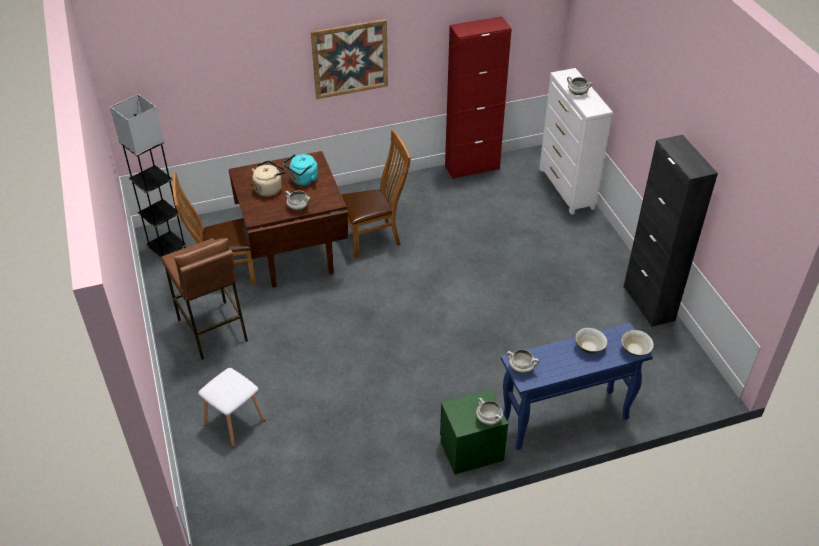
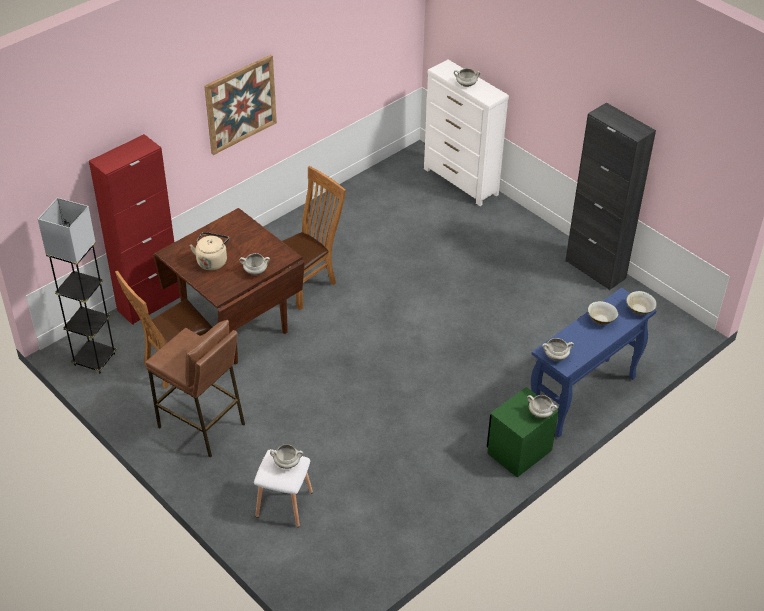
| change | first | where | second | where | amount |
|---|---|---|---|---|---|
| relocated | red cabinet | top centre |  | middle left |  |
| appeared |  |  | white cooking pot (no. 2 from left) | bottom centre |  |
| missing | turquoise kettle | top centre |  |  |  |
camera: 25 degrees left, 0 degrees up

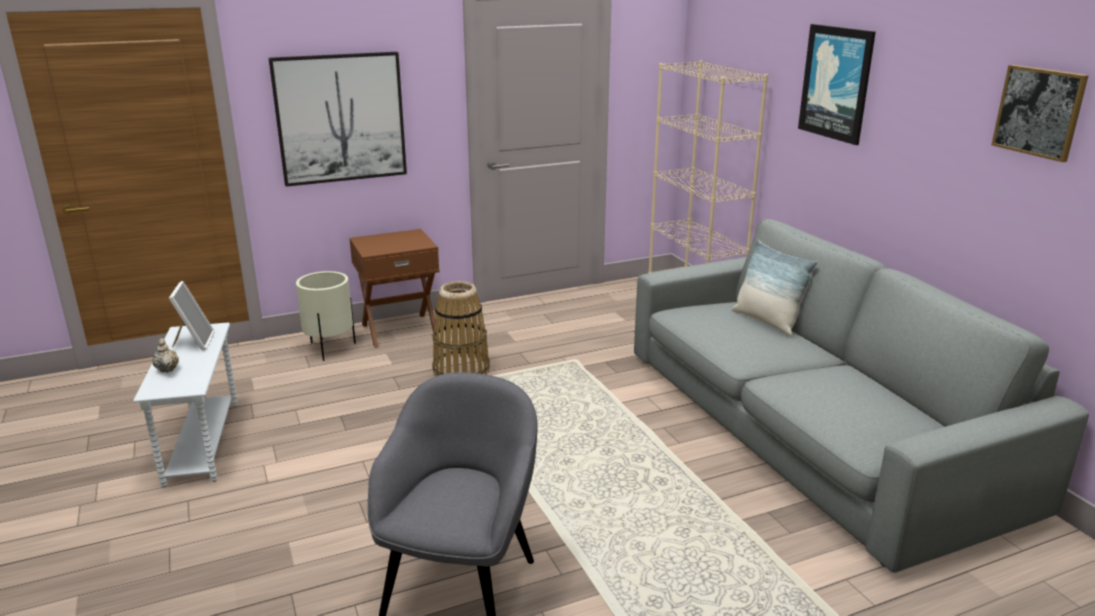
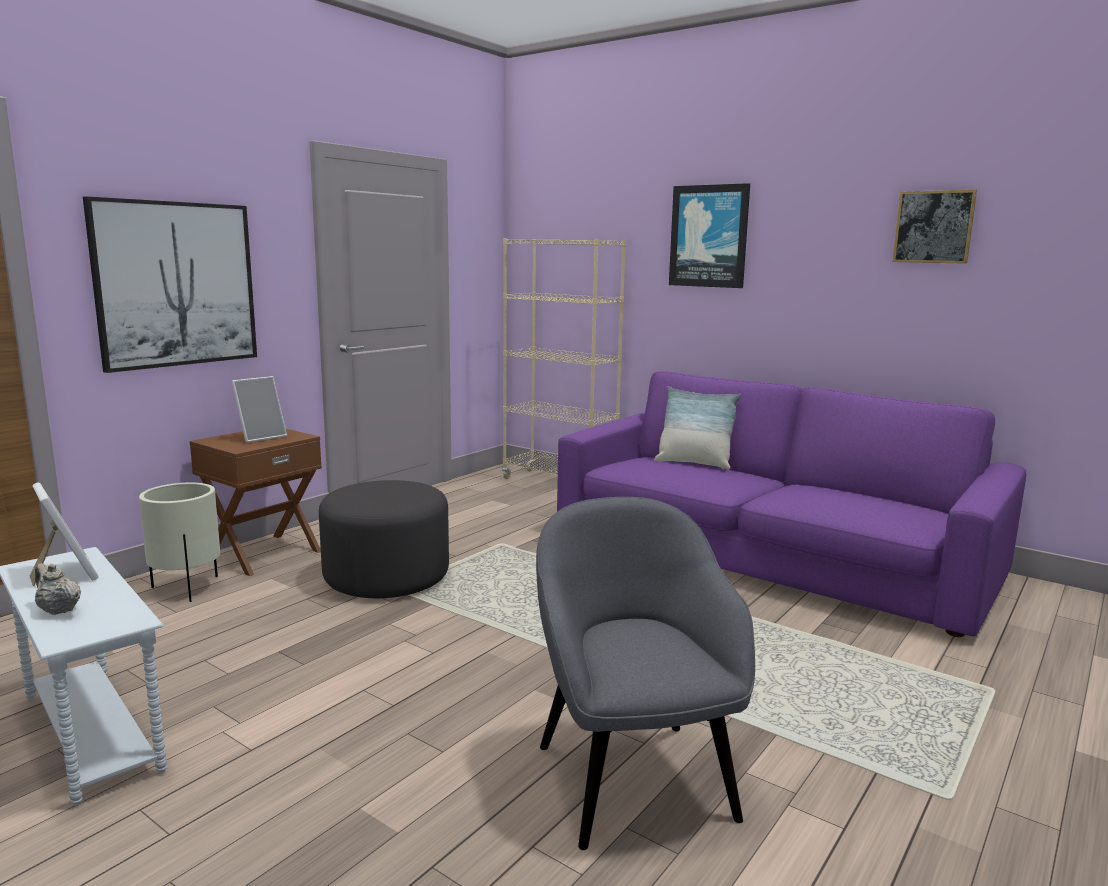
| change | first | where | second | where | amount |
|---|---|---|---|---|---|
| appeared |  |  | picture frame (no. 2 from left) | middle left |  |
| exchanged | basket | centre | grey ottoman | centre |  |
| colour | grey sofa | middle right | purple sofa | middle right |  |
camera: 30 degrees left, 10 degrees down

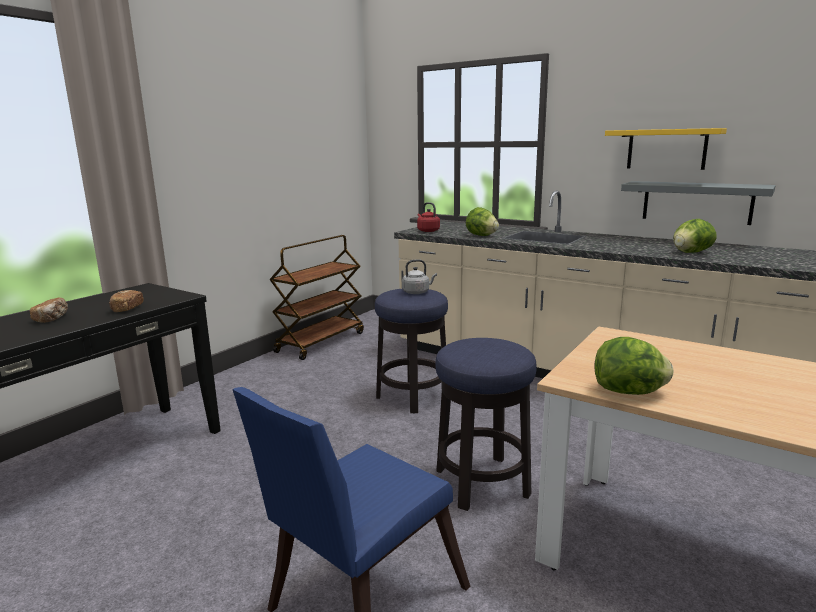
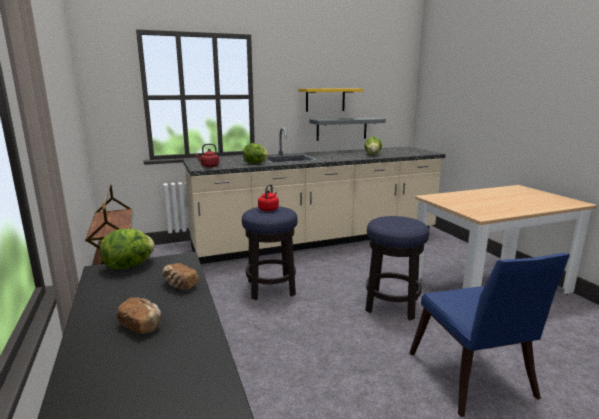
| change | first | where | second | where | amount |
|---|---|---|---|---|---|
| relocated | lettuce (no. 2 from left in the first image) | middle right | lettuce (no. 1 from left) | middle left |  |
| colour | grey kettle | centre | red kettle (no. 2 from left) | centre |  |
camera: 55 degrees left, 0 degrees up

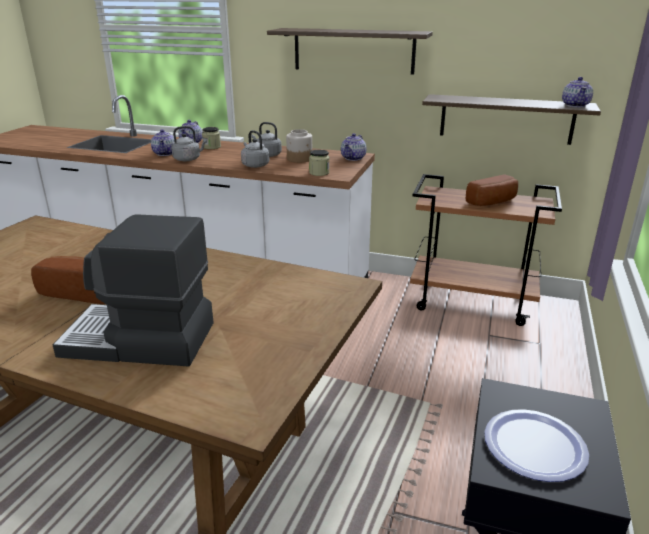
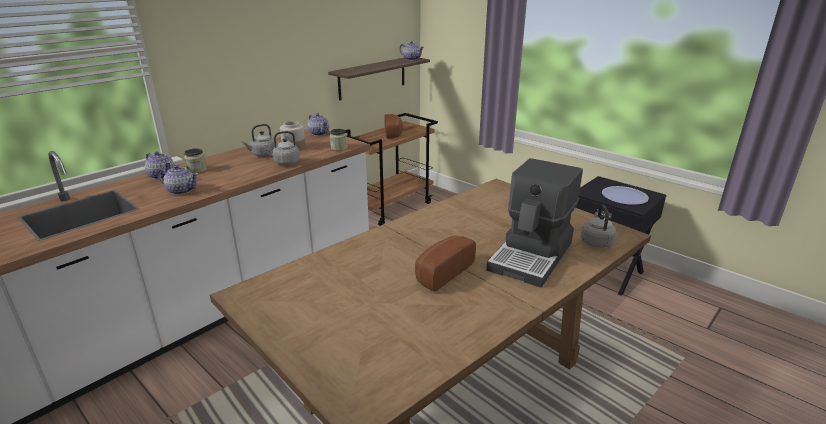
| change | first | where | second | where | amount |
|---|---|---|---|---|---|
| relocated | grey kettle (no. 1 from left in the first image) | top left | grey kettle (no. 3 from left) | middle right |  |
| missing | shelf (no. 1 from left) | top centre |  |  |  |
camera: 65 degrees left, 0 degrees up

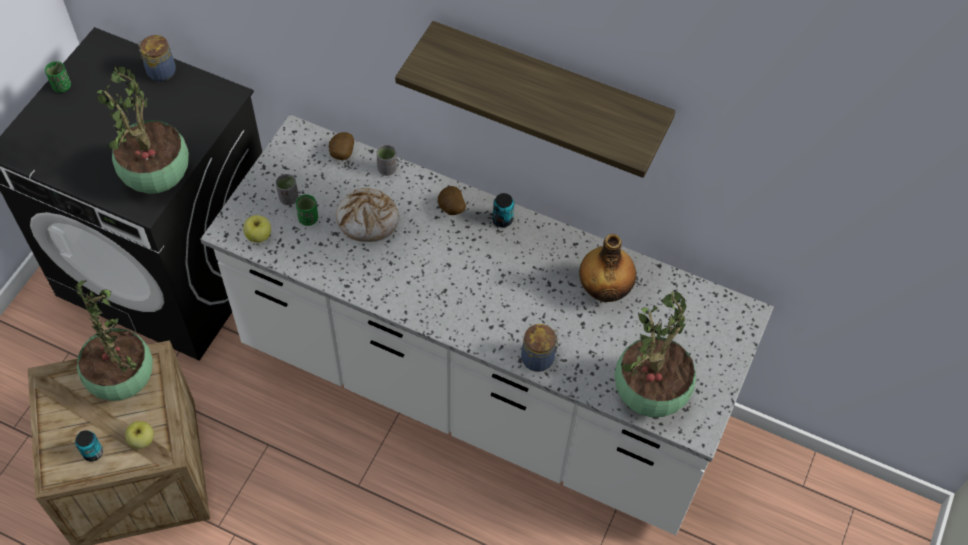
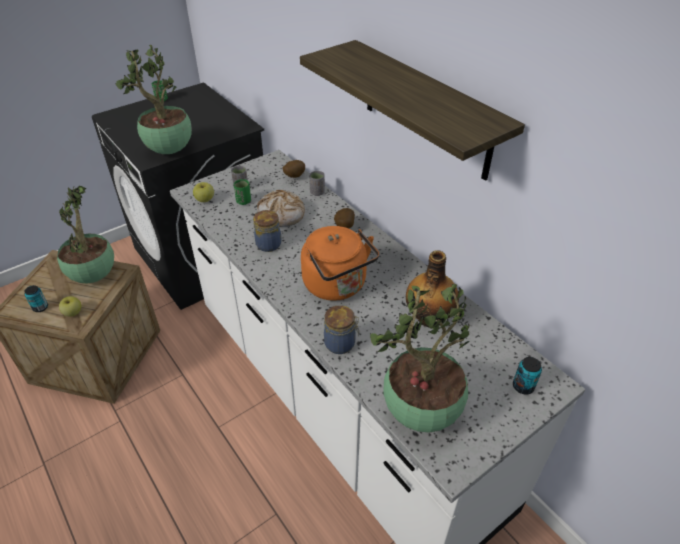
| change | first | where | second | where | amount |
|---|---|---|---|---|---|
| relocated | jar (no. 1 from left) | top left |  | centre |  |
| appeared |  |  | orange kettle | centre |  |
| relocated | can (no. 2 from left) | centre |  | bottom right |  |
camera: 30 degrees right, 15 degrees down

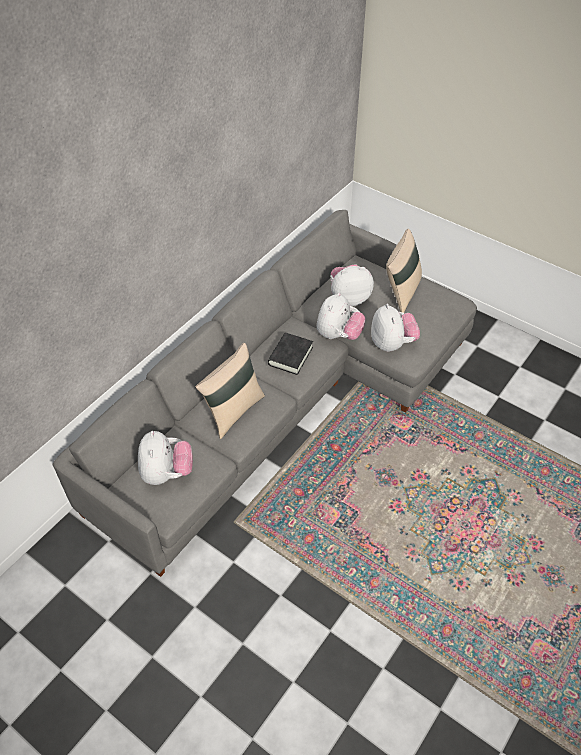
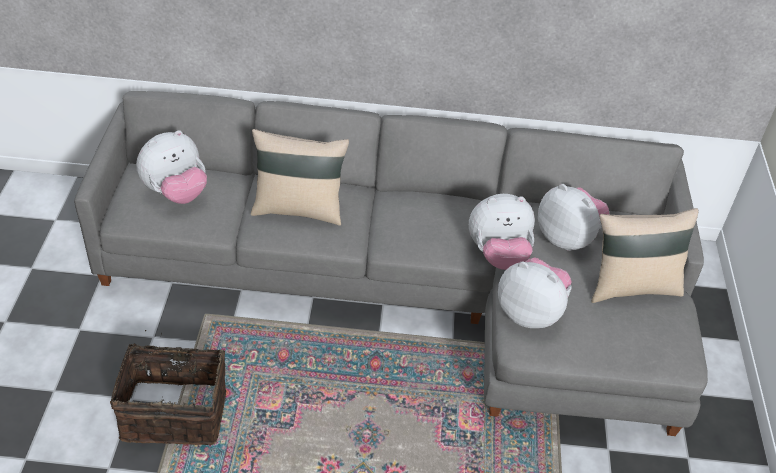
| change | first | where | second | where | amount |
|---|---|---|---|---|---|
| appeared |  |  | basket | bottom left |  |
| spun | plush toy (no. 4 from left in the first image) | middle right | plush toy (no. 3 from left) | middle right | 105 degrees counterclockwise |
| missing | black book | centre |  |  |  |
camera: 55 degrees right, 5 degrees down

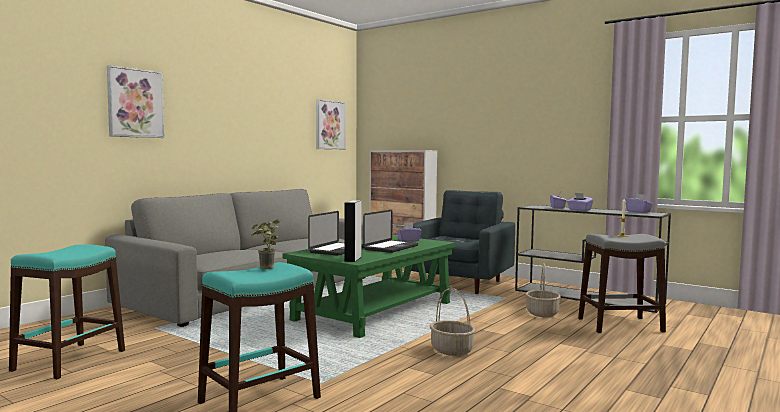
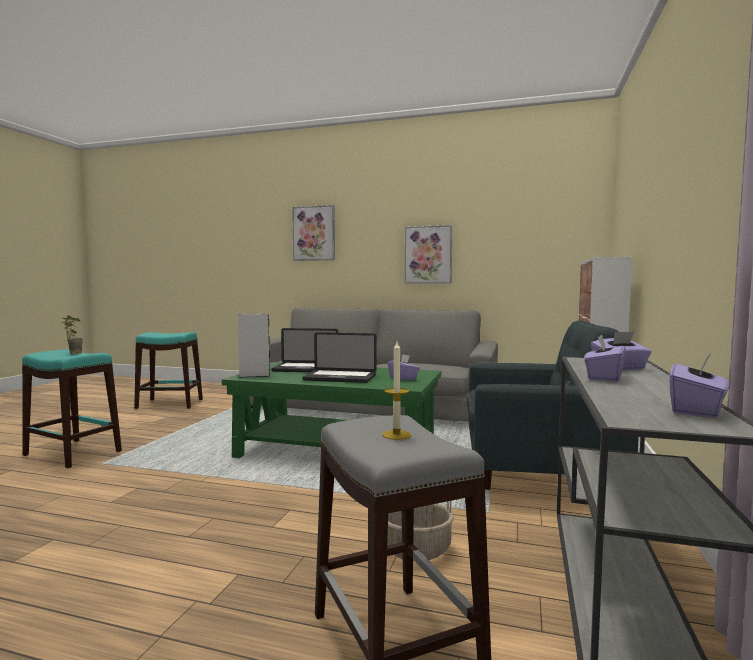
| change | first | where | second | where | amount |
|---|---|---|---|---|---|
| relocated | picture (no. 2 from left) | top centre |  | centre |  |
| missing | basket (no. 1 from left) | bottom centre |  |  |  |
camera: 70 degrees right, 0 degrees up

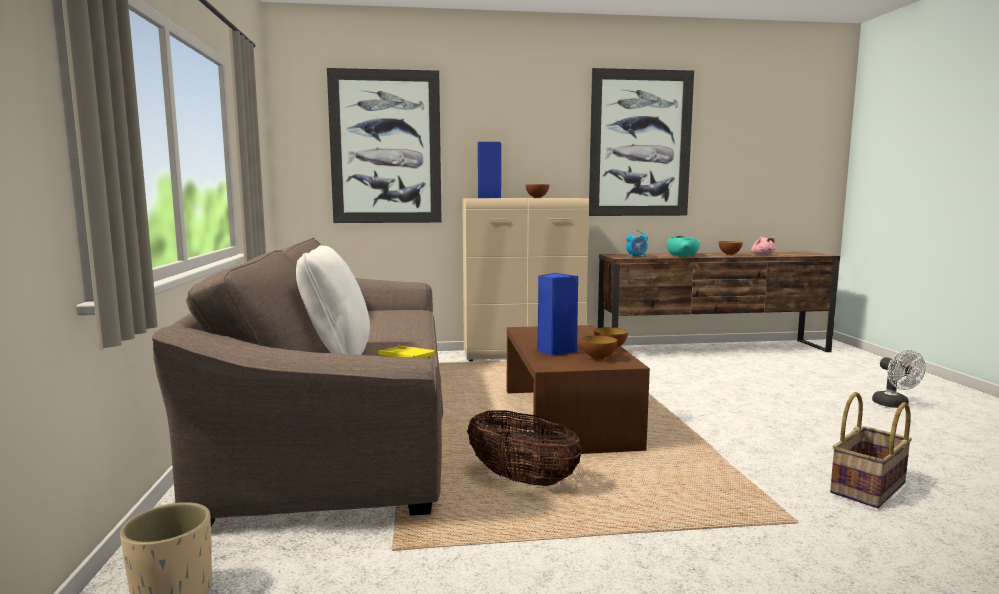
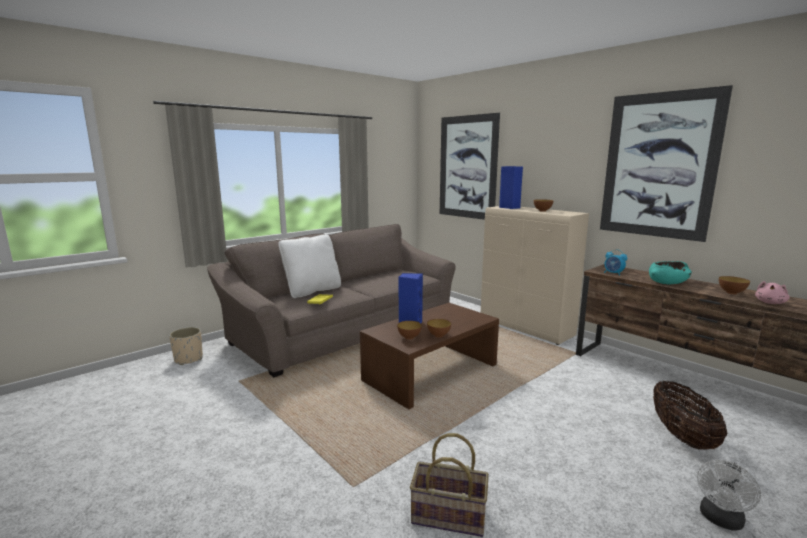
| change | first | where | second | where | amount |
|---|---|---|---|---|---|
| relocated | basket (no. 1 from left in the first image) | bottom centre | basket (no. 2 from left) | bottom right |  |
camera: 55 degrees right, 5 degrees up

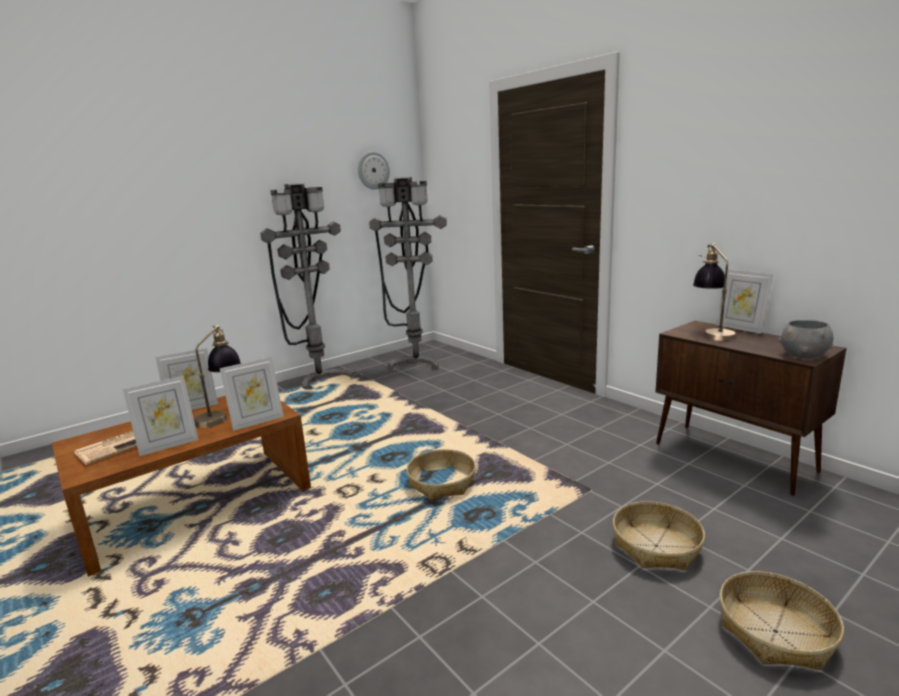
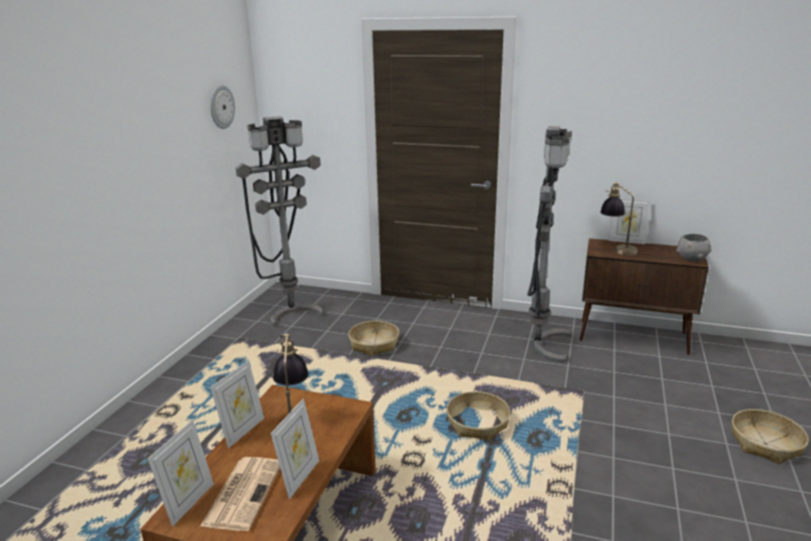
| change | first | where | second | where | amount |
|---|---|---|---|---|---|
| relocated | picture frame (no. 3 from left in the first image) | middle left | picture frame (no. 1 from left) | bottom left |  |
| relocated | basket (no. 2 from left in the first image) | bottom right | basket (no. 1 from left) | centre |  |
| relocated | grey floor lamp (no. 1 from left in the first image) | centre | grey floor lamp (no. 2 from left) | middle right |  |
camera: 35 degrees left, 5 degrees up

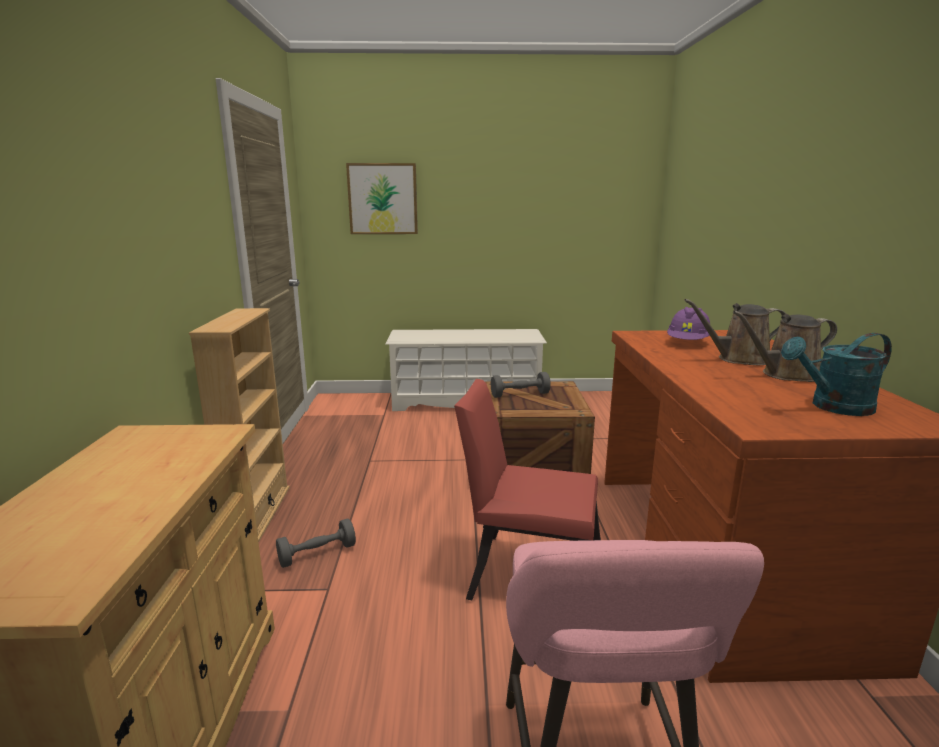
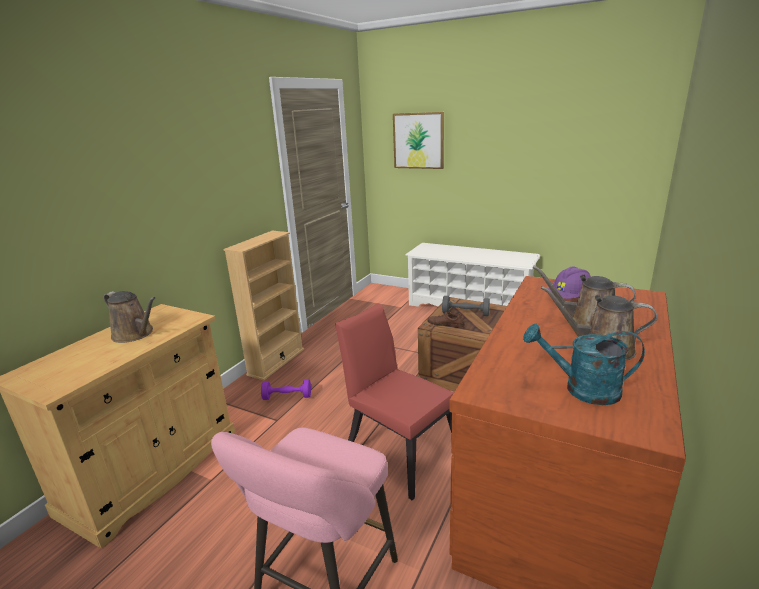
| change | first | where | second | where | amount |
|---|---|---|---|---|---|
| appeared |  |  | brown watering can (no. 1 from left) | middle left |  |
| colour | grey dumbbell (no. 1 from left) | bottom centre | purple dumbbell | centre |  |
| appeared |  |  | brown shoe | centre |  |
camera: 30 degrees right, 5 degrees up

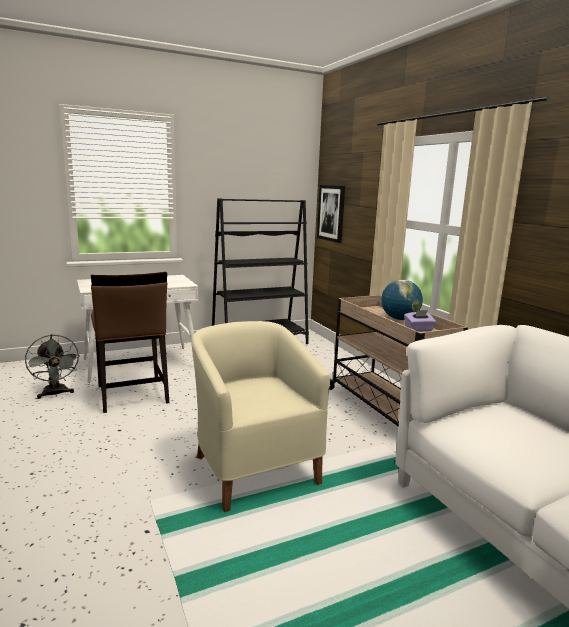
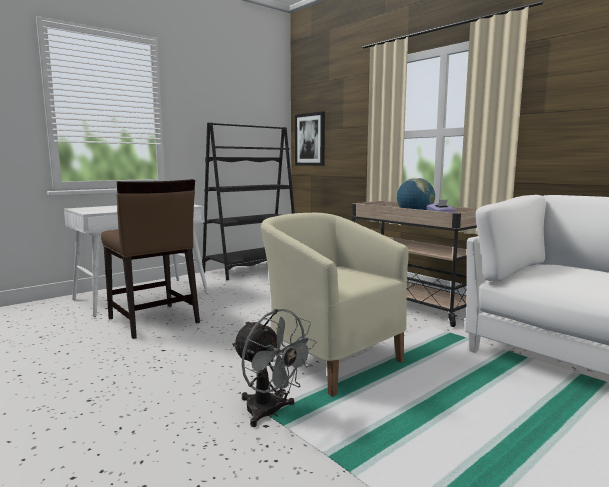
| change | first | where | second | where | amount |
|---|---|---|---|---|---|
| relocated | grey fan | middle left |  | bottom centre |  |
camera: 15 degrees left, 5 degrees down

